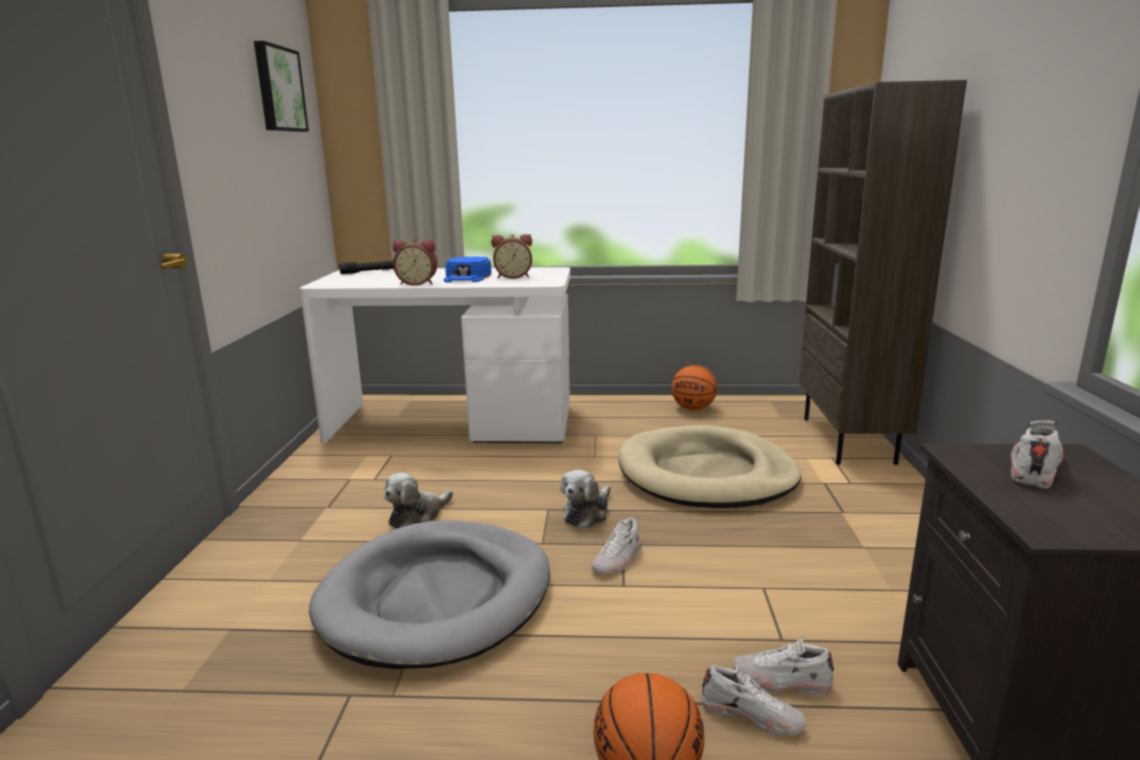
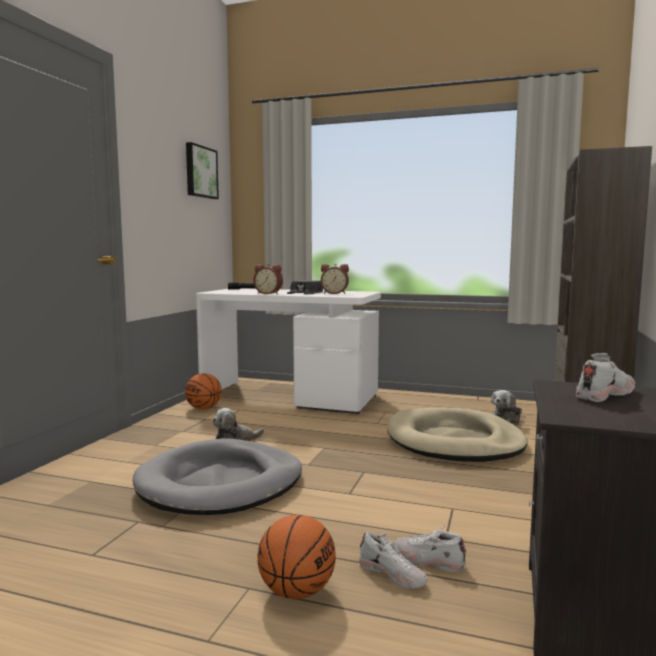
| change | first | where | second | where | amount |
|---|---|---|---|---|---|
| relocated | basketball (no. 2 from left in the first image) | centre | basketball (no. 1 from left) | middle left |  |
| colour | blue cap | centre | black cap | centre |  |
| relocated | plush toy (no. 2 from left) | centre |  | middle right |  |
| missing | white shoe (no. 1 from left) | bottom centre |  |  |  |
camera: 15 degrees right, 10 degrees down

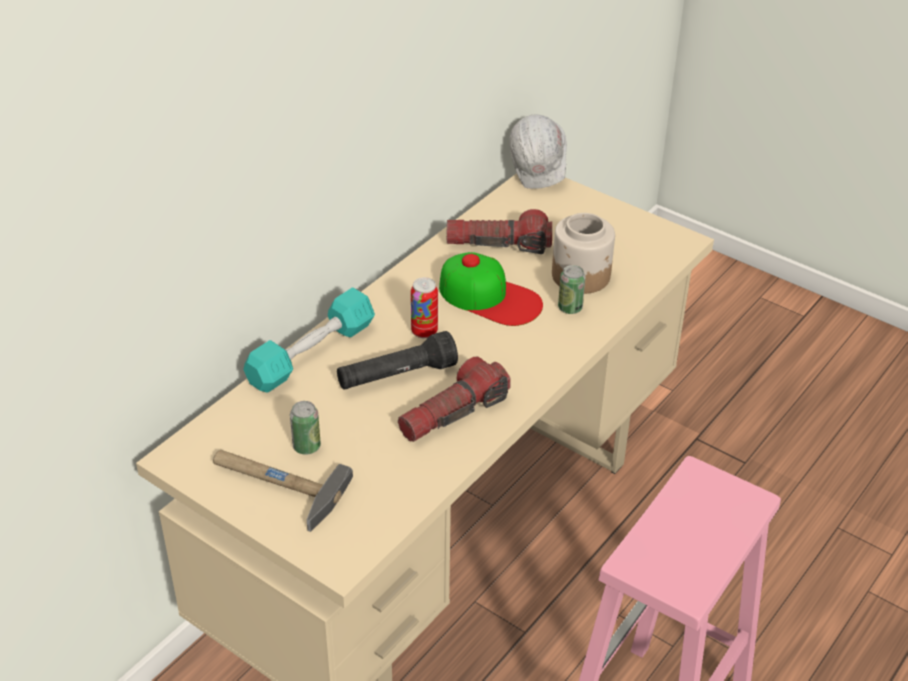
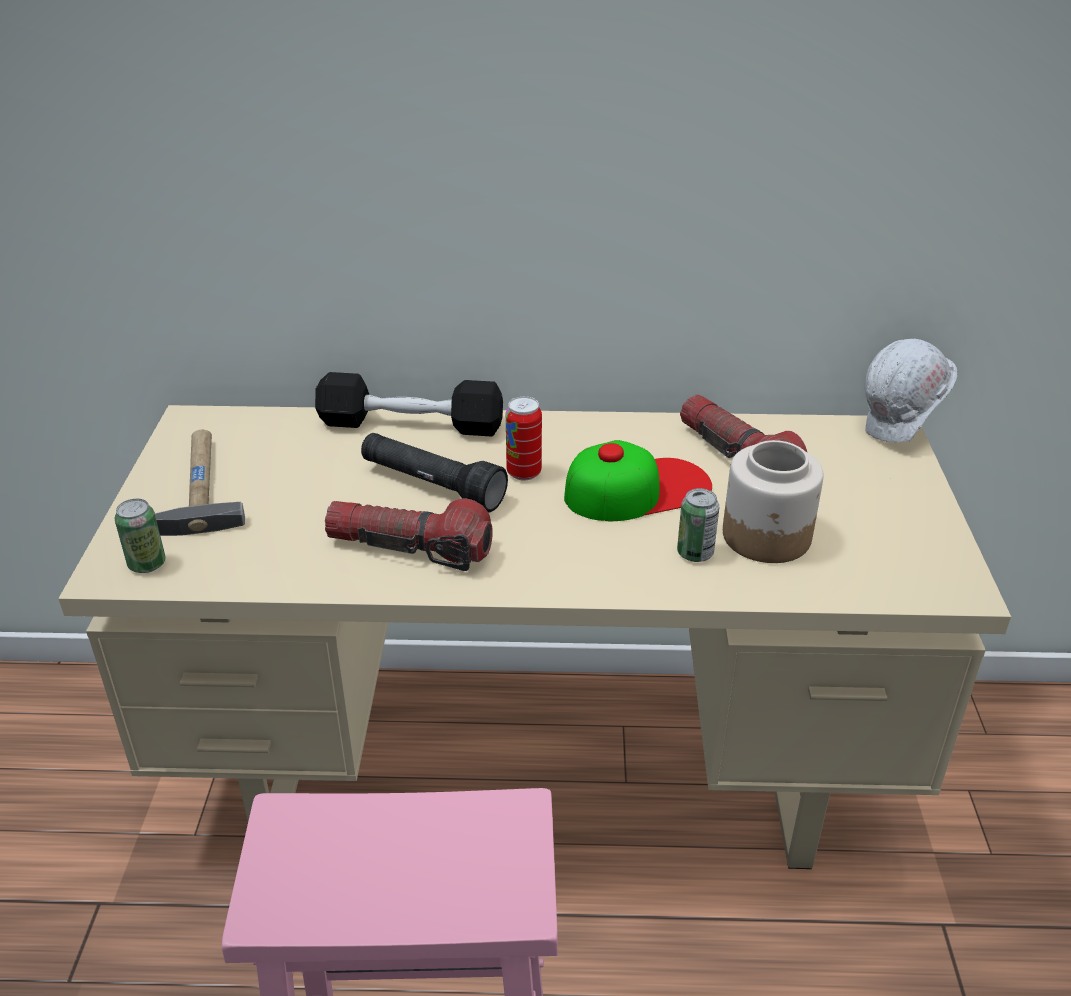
| change | first | where | second | where | amount |
|---|---|---|---|---|---|
| relocated | can (no. 1 from left) | centre |  | middle left |  |
| colour | turquoise dumbbell | centre | black dumbbell | centre |  |
| spun | cap | centre |  | centre | 105 degrees counterclockwise |
camera: 55 degrees right, 5 degrees down

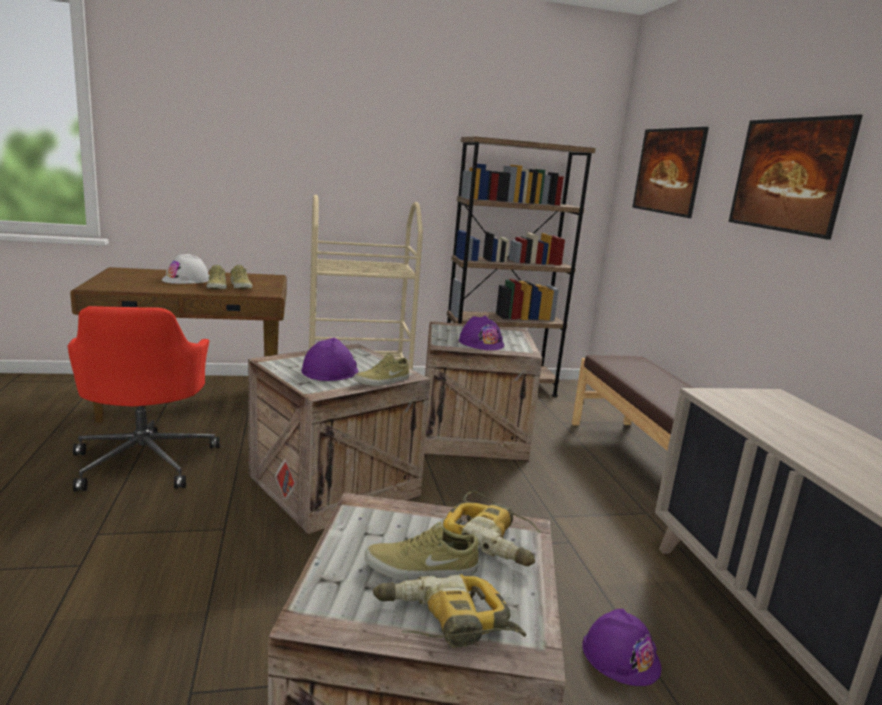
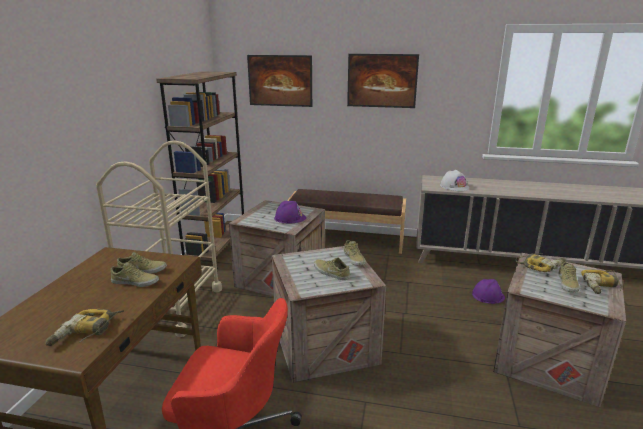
| change | first | where | second | where | amount |
|---|---|---|---|---|---|
| appeared |  |  | power drill (no. 1 from left) | bottom left |  |
| exchanged | purple hard hat (no. 1 from left) | centre | beige shoe (no. 3 from left) | centre |  |
| relocated | white hard hat | middle left |  | middle right |  |
camera: 65 degrees left, 5 degrees up

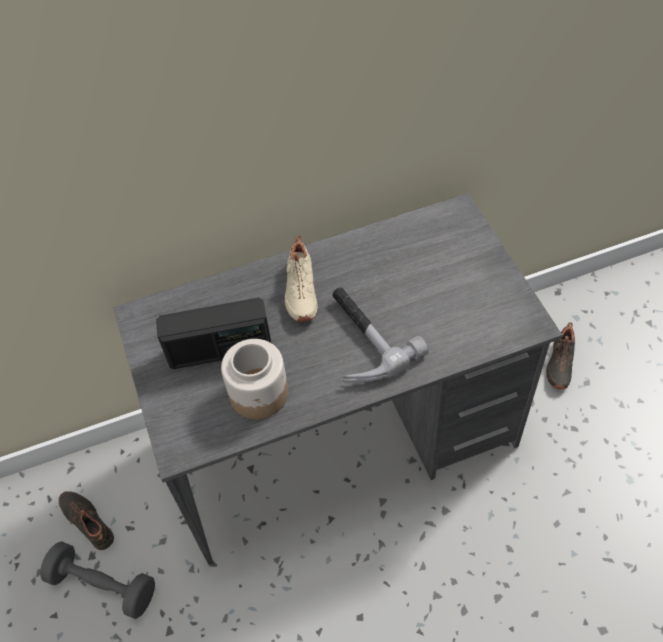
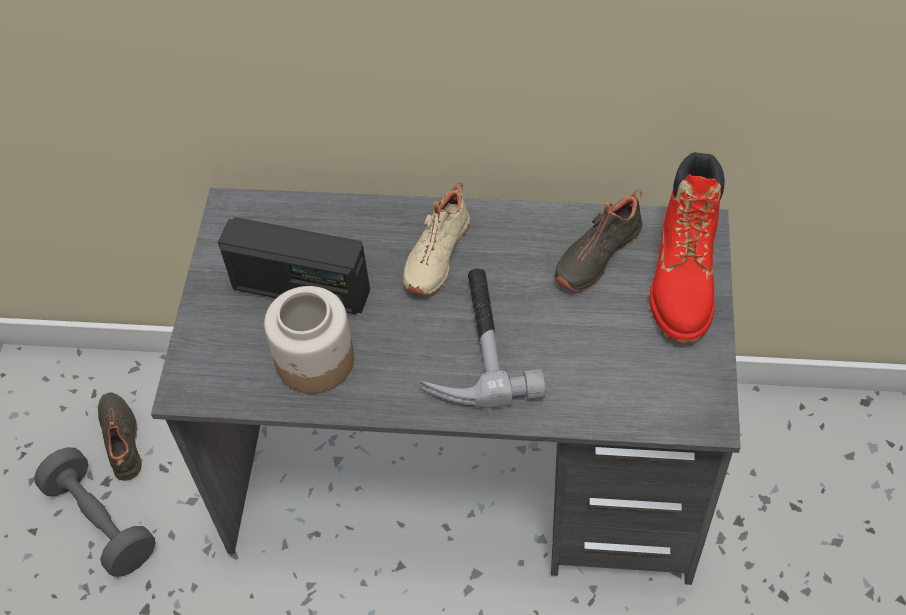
| change | first | where | second | where | amount |
|---|---|---|---|---|---|
| relocated | black shoe (no. 2 from left) | middle right |  | centre |  |
| appeared |  |  | red boot | middle right |  |
camera: 25 degrees right, 0 degrees up

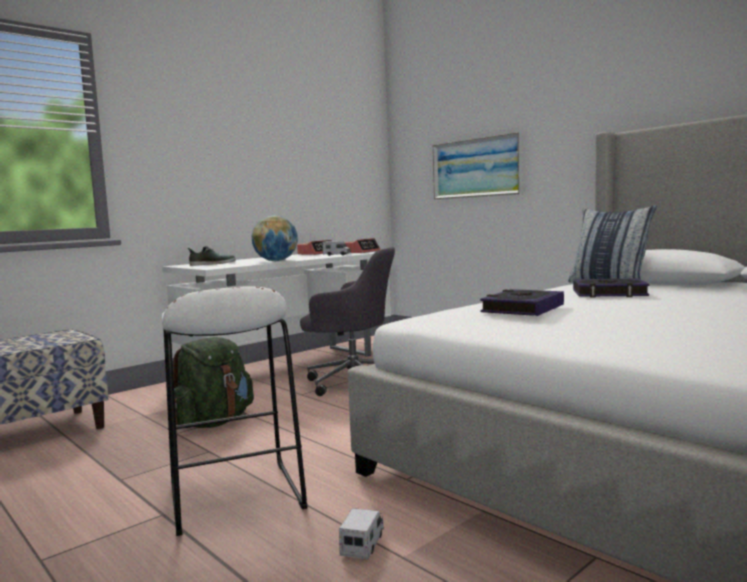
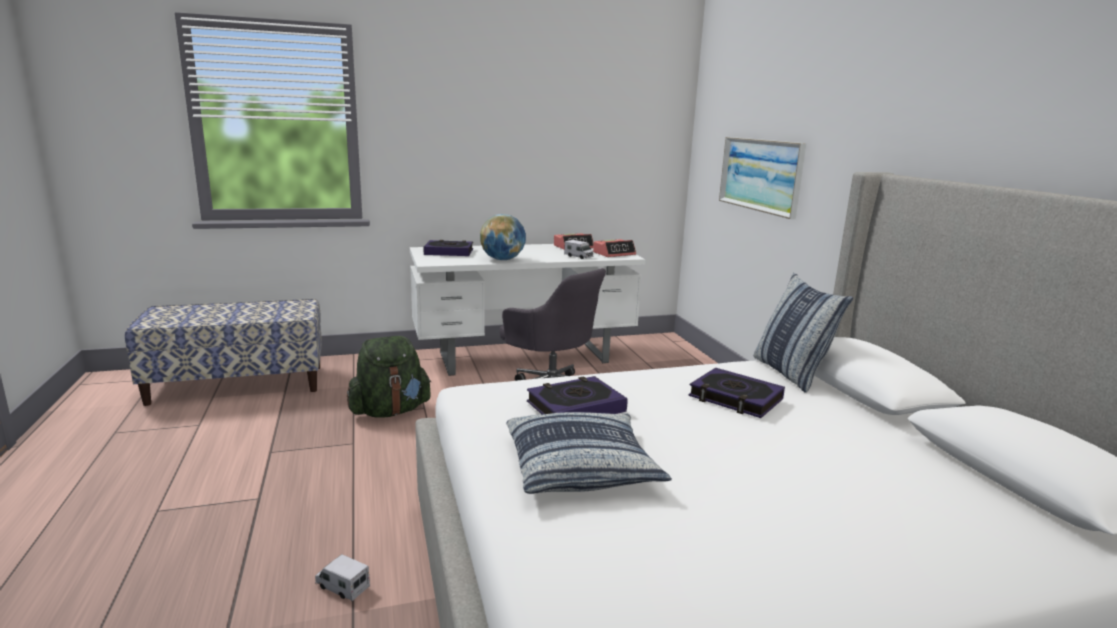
| change | first | where | second | where | amount |
|---|---|---|---|---|---|
| spun | toy truck (no. 2 from left in the first image) | bottom centre | toy truck (no. 1 from left) | bottom left | 105 degrees counterclockwise |
| exchanged | shoe | middle left | book (no. 1 from left) | centre |  |
| appeared |  |  | pillow (no. 1 from left) | bottom centre |  |
| missing | white stool | bottom left |  |  |  |
camera: 25 degrees right, 10 degrees up

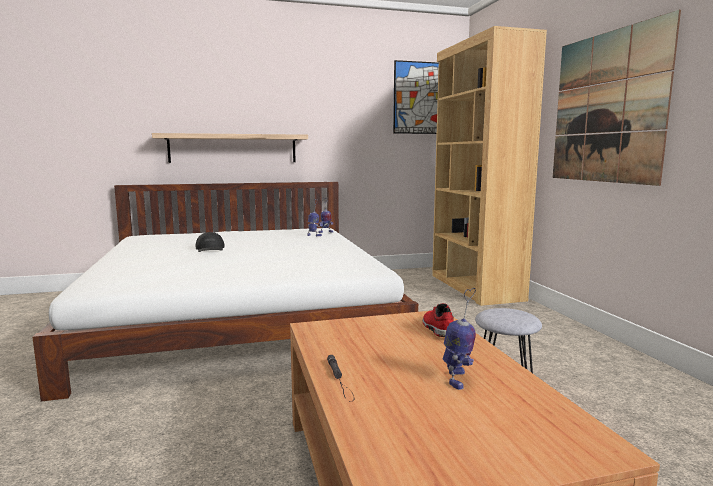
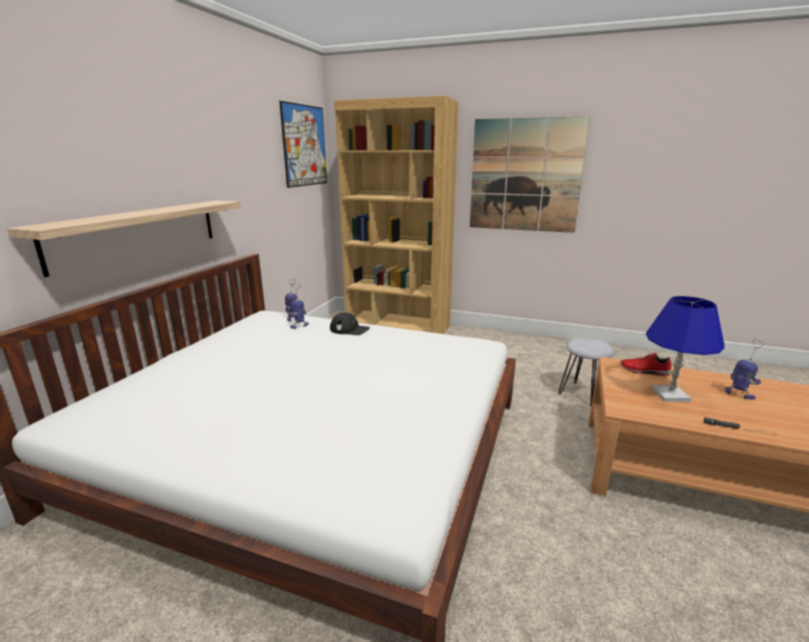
| change | first | where | second | where | amount |
|---|---|---|---|---|---|
| relocated | black cap | middle left |  | centre |  |
| appeared |  |  | blue table lamp | middle right |  |
camera: 55 degrees left, 10 degrees up

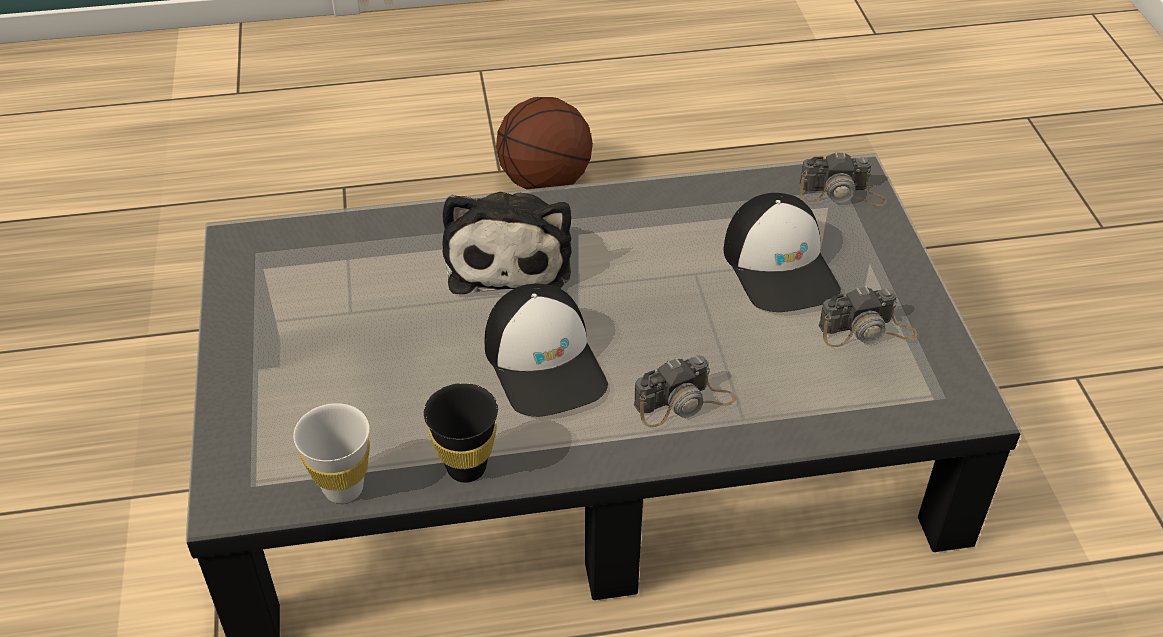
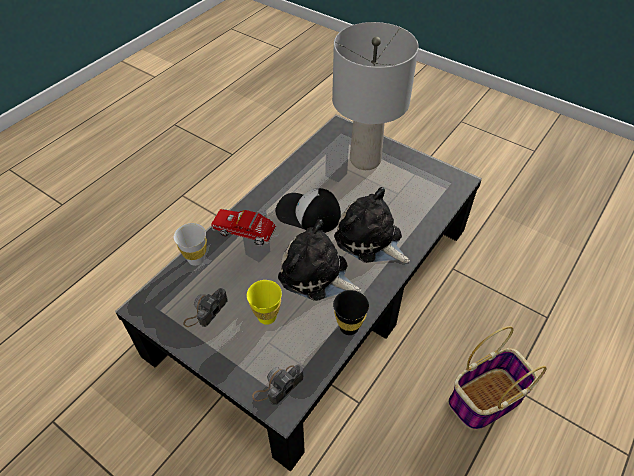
| change | first | where | second | where | amount |
|---|---|---|---|---|---|
| relocated | white cup | bottom left |  | middle left |  |
| exchanged | photo camera (no. 1 from left) | centre | toy truck | centre |  |
| exchanged | cap (no. 2 from left) | middle right | yellow cup | centre |  |
| appeared |  |  | plush toy (no. 1 from left) | centre |  |
| appeared |  |  | grey table lamp | top centre |  |
| relocated | black cup | bottom centre |  | centre |  |
| exchanged | basketball | top centre | basket | bottom right |  |
camera: 135 degrees right, 5 degrees up

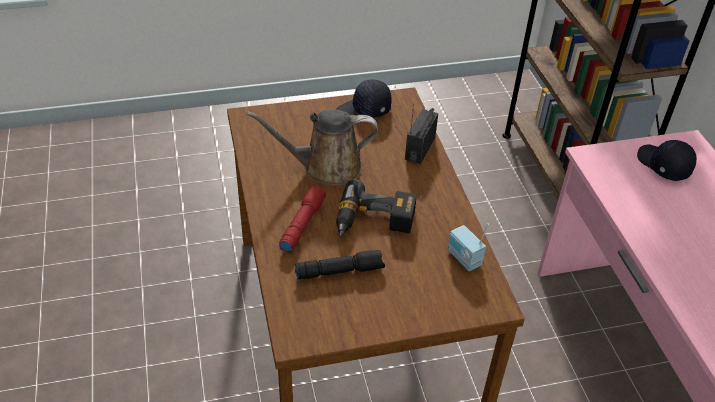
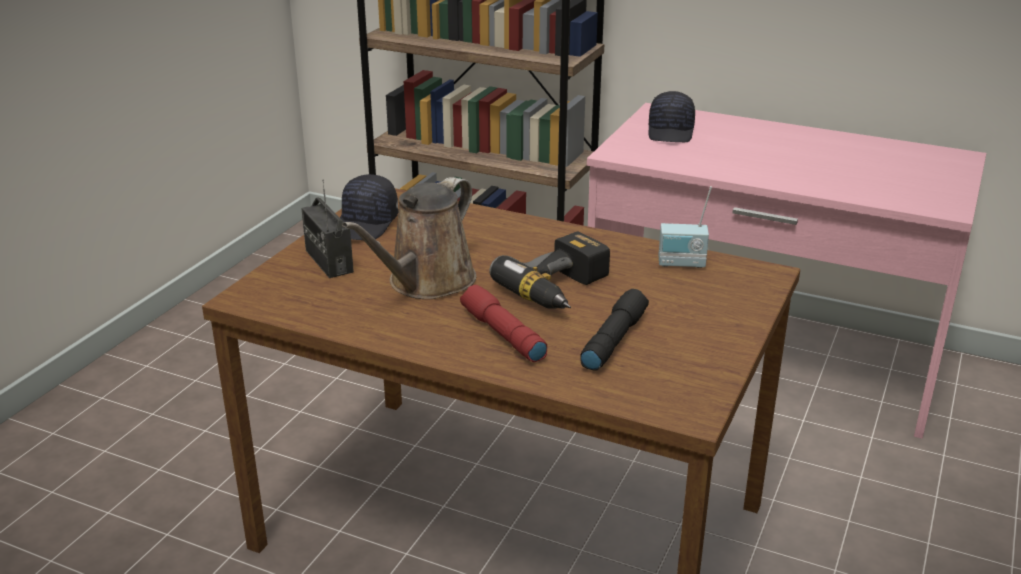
| change | first | where | second | where | amount |
|---|---|---|---|---|---|
| relocated | radio (no. 1 from left) | centre |  | middle left |  |
| spun | black cap (no. 2 from left) | middle right |  | top centre | 90 degrees counterclockwise |
camera: 50 degrees left, 15 degrees down

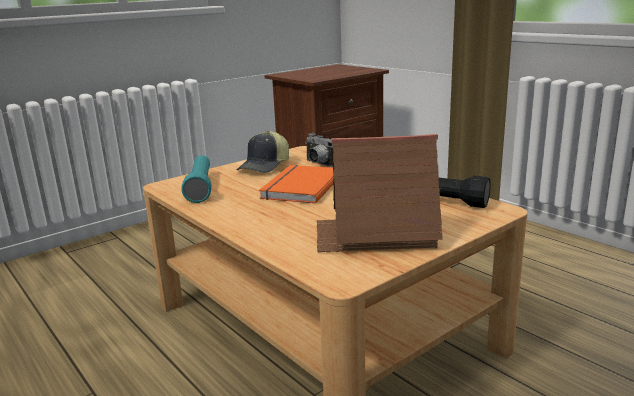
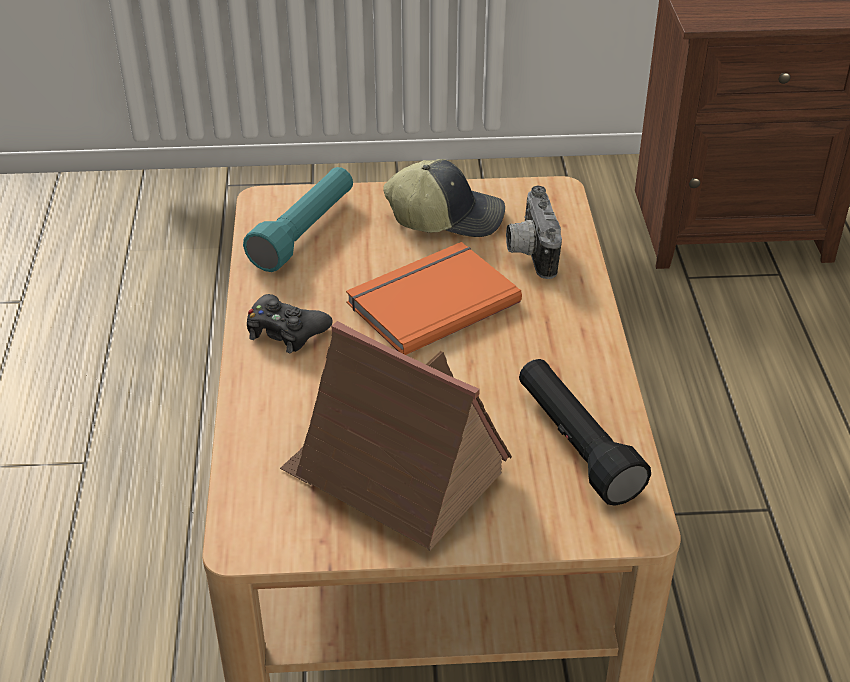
| change | first | where | second | where | amount |
|---|---|---|---|---|---|
| appeared |  |  | black game controller | centre |  |
| spun | cap | centre |  | top centre | 150 degrees counterclockwise |
camera: 35 degrees right, 20 degrees up

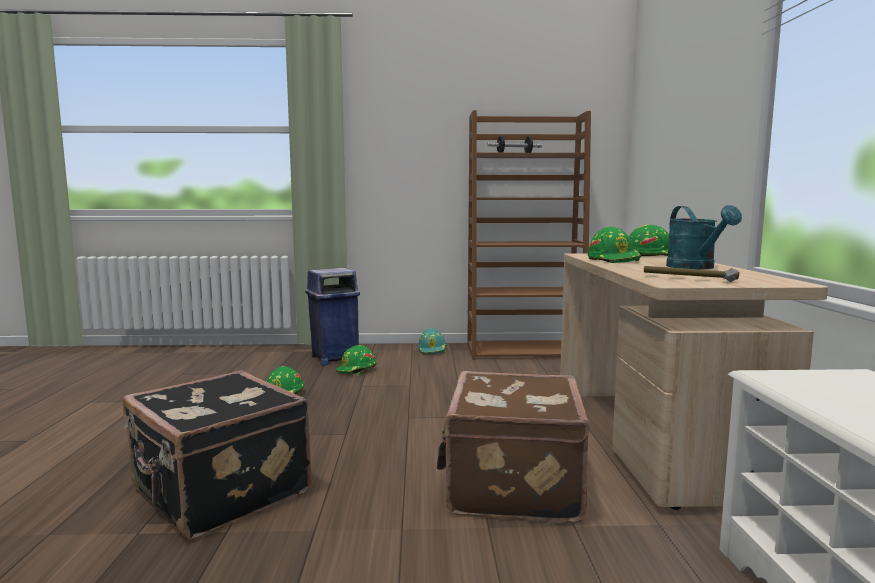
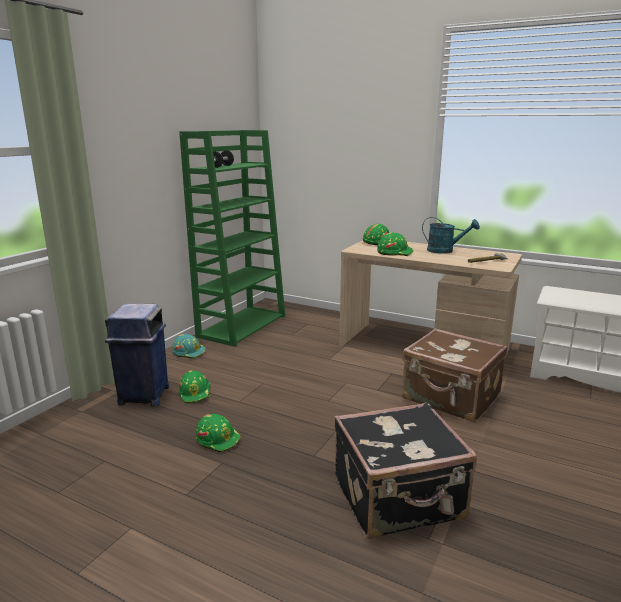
| change | first | where | second | where | amount |
|---|---|---|---|---|---|
| colour | brown bookcase | centre | green bookcase | centre |  |
camera: 60 degrees left, 10 degrees up

